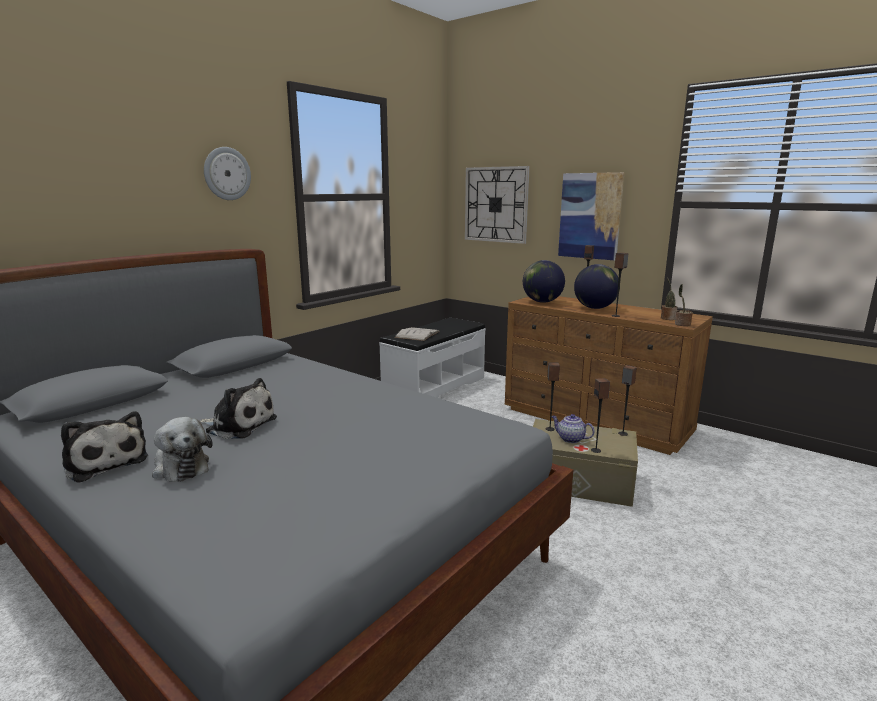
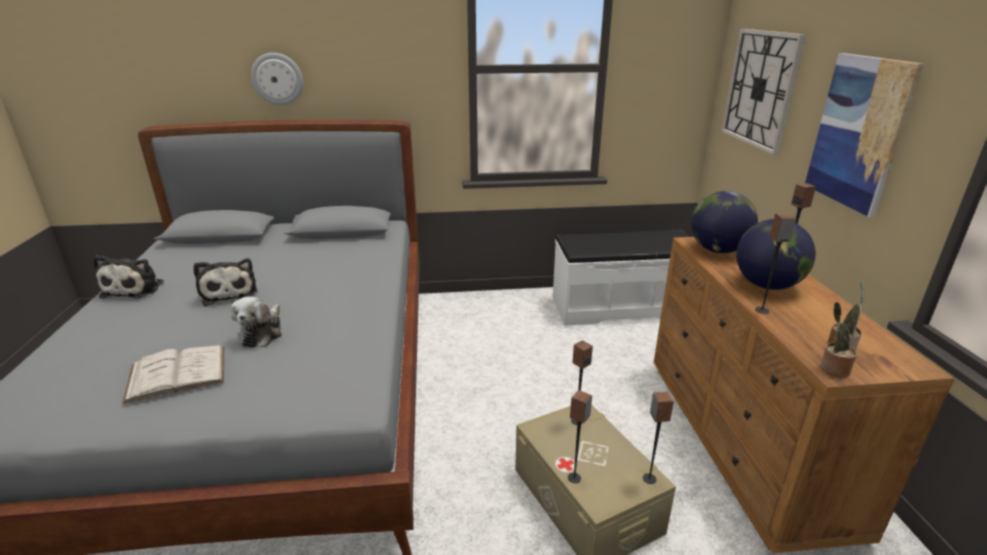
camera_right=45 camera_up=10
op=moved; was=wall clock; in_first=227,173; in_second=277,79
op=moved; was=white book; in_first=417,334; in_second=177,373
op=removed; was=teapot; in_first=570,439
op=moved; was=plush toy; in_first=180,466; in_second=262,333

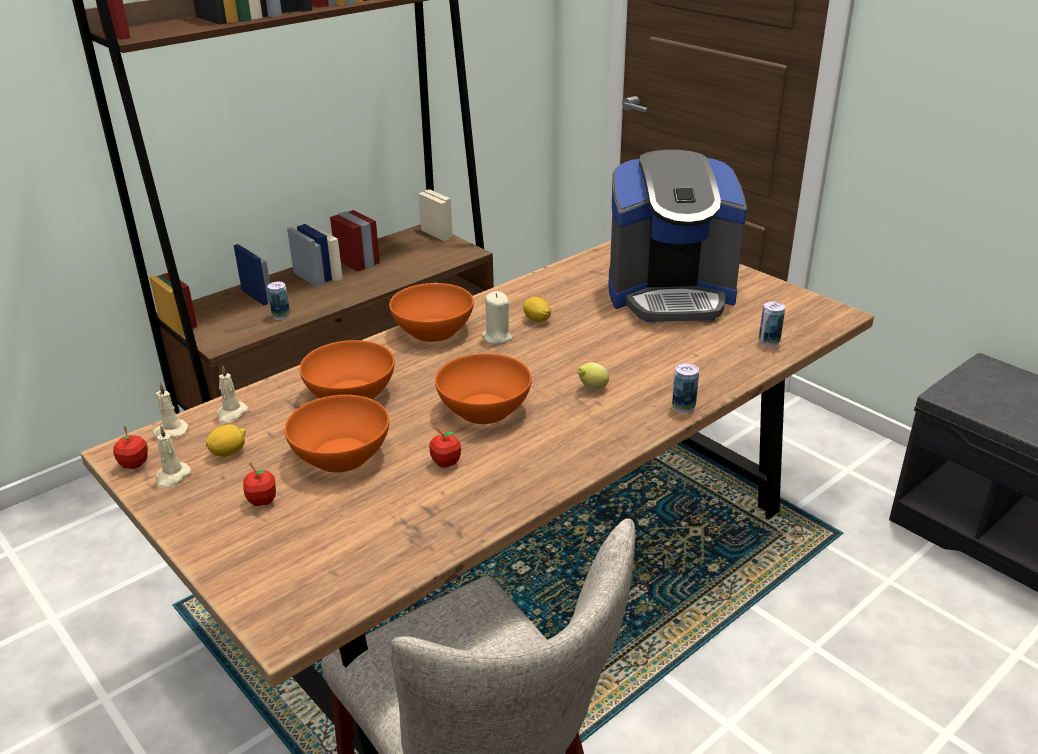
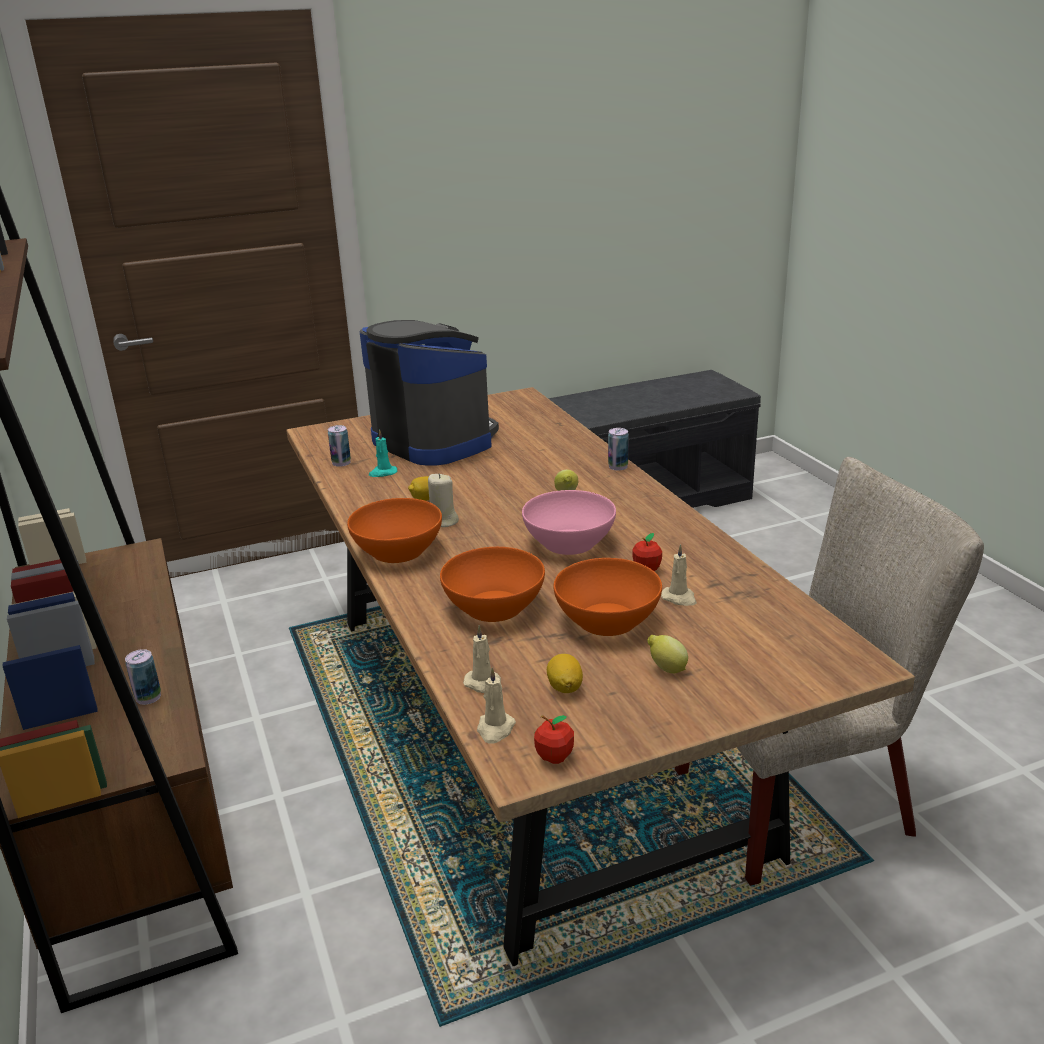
camera_right=-70 camera_up=-5
op=turned; was=coffee machine; in_first=670,295; in_second=434,441; clockwise=-60
op=moved; was=can; in_first=769,342; in_second=341,463
op=recoloured; was=orange bowl; now=pink bowl; in_first=485,409; in_second=569,542
op=moved; was=beige candle; in_first=172,477; in_second=679,598
op=replaced; was=apple; now=lemon; in_first=262,501; in_second=666,669
op=added; now=turquoise candle; in_second=383,473

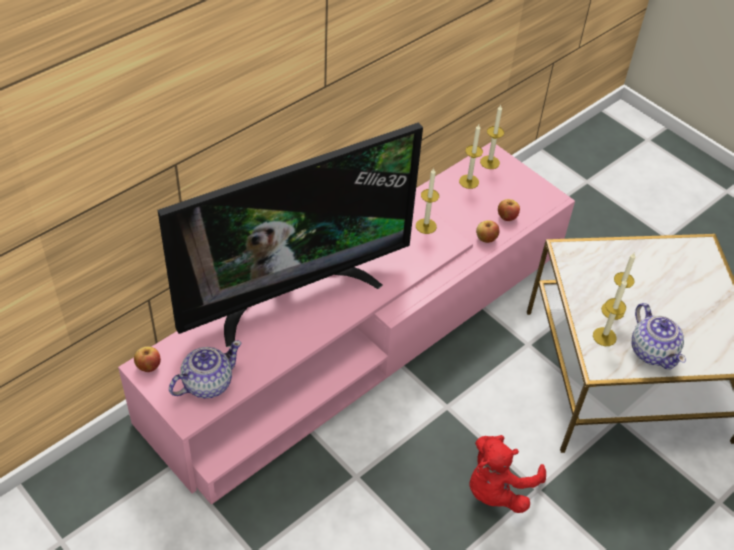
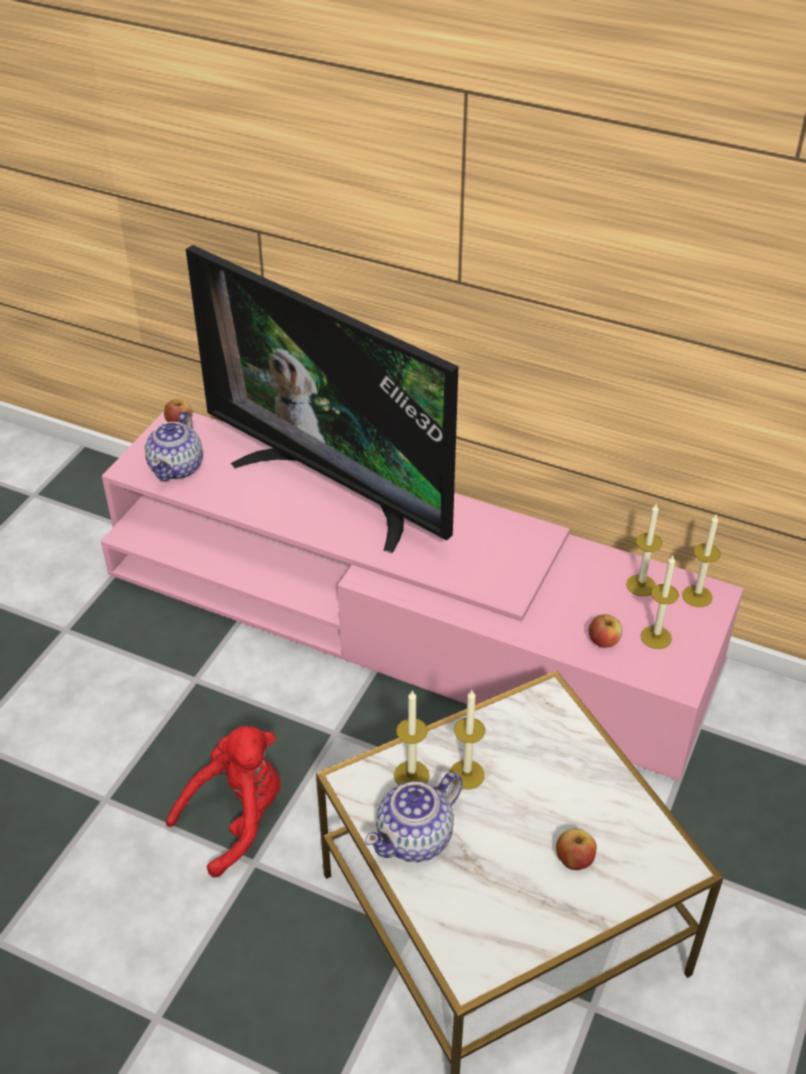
camera_right=70 camera_up=-5
op=moved; was=candle; in_first=426,226; in_second=656,637
op=moved; was=apple; in_first=486,238; in_second=574,859
op=turned; was=teapot; in_first=206,383; in_second=177,467; clockwise=75
op=turned; was=red plush toy; in_first=497,488; in_second=237,818; clockwise=120

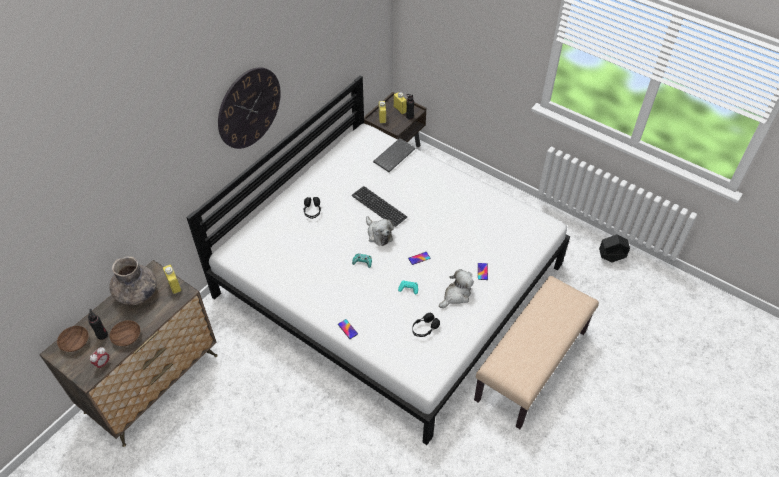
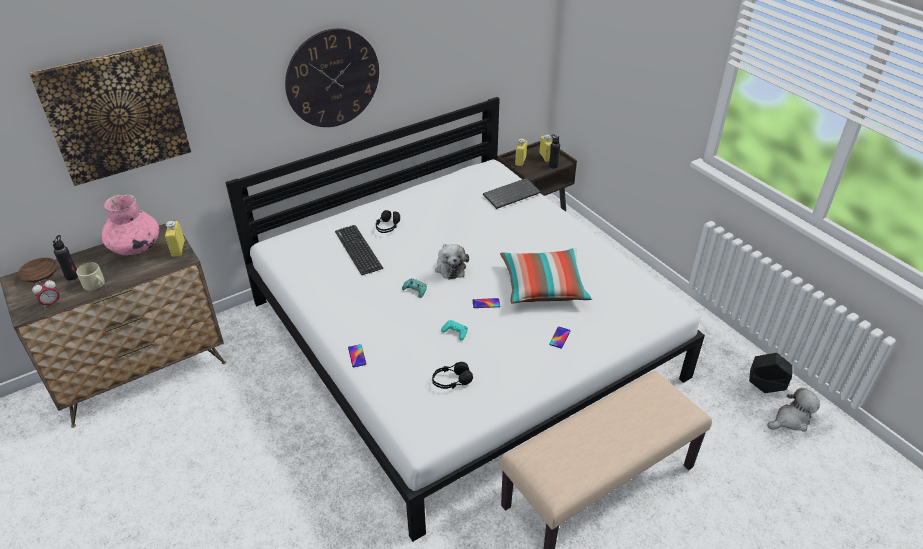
camera_right=20 camera_up=-10
op=moved; was=keyboard; in_first=379,206; in_second=358,250
op=recoloured; was=grey vase; now=pink vase; in_first=136,293; in_second=135,246
op=moved; was=plush toy; in_first=456,295; in_second=791,420
op=replaced; was=brown bowl; now=beige mug; in_first=127,336; in_second=95,284
op=added; now=picture; in_second=115,114
op=added; now=pillow; in_second=543,286

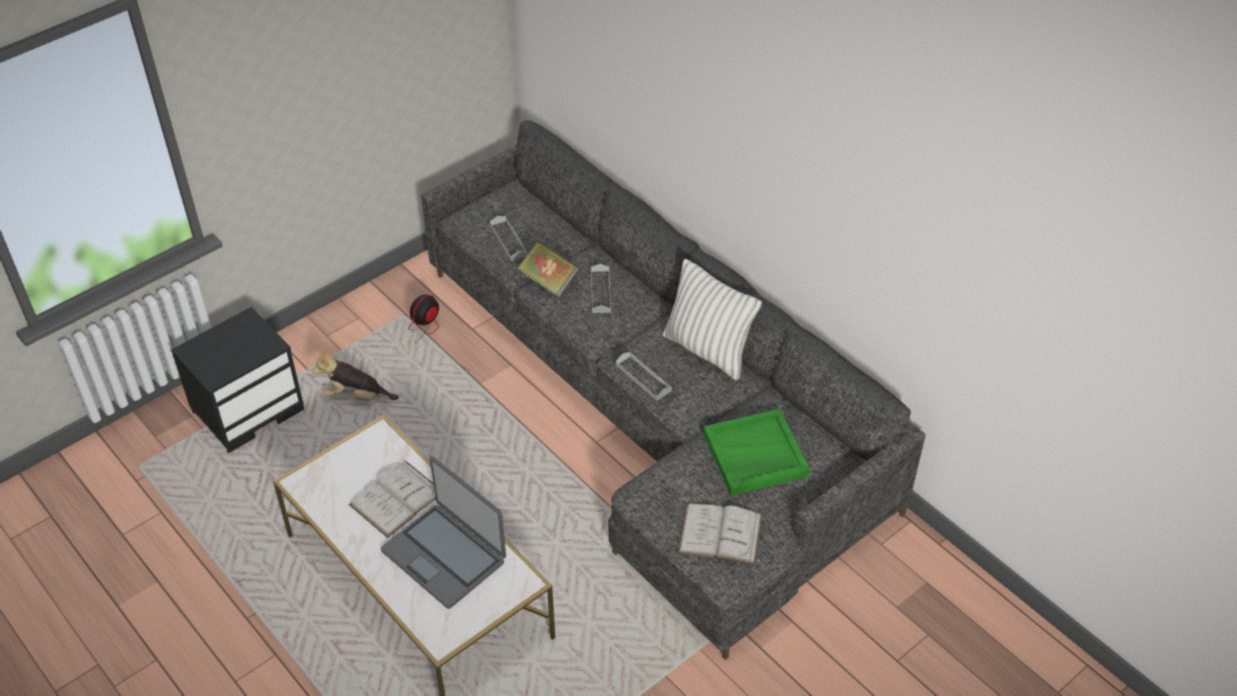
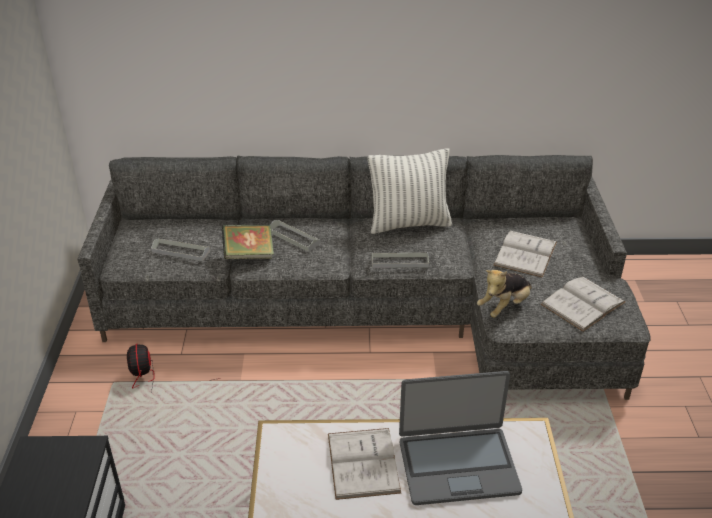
camera_right=-50 camera_up=-10
op=moved; was=plush toy; in_first=356,396; in_second=504,306
op=replaced; was=green tray; now=white book; in_first=754,455; in_second=525,253

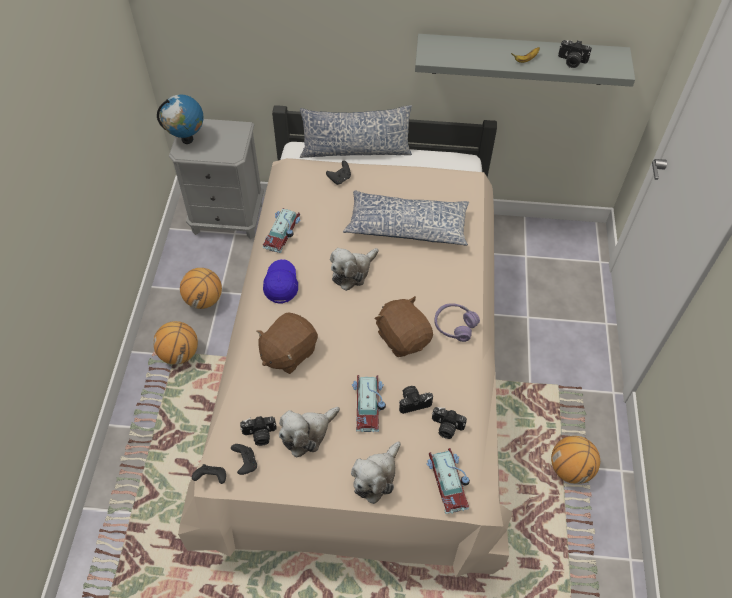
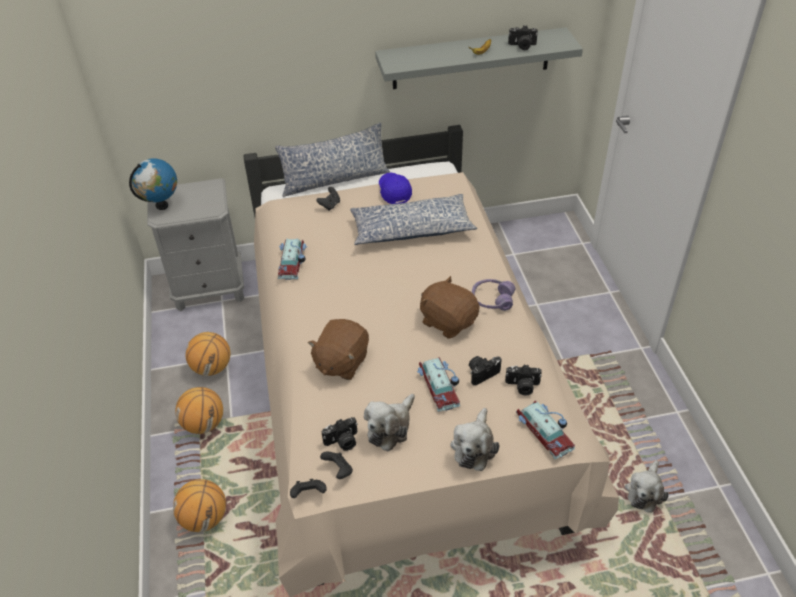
camera_right=-15 camera_up=-10
op=moved; was=plush toy; in_first=352,272; in_second=645,491
op=moved; was=blue cap; in_first=281,285; in_second=394,192
op=moved; was=basketball; in_first=570,469; in_second=204,518

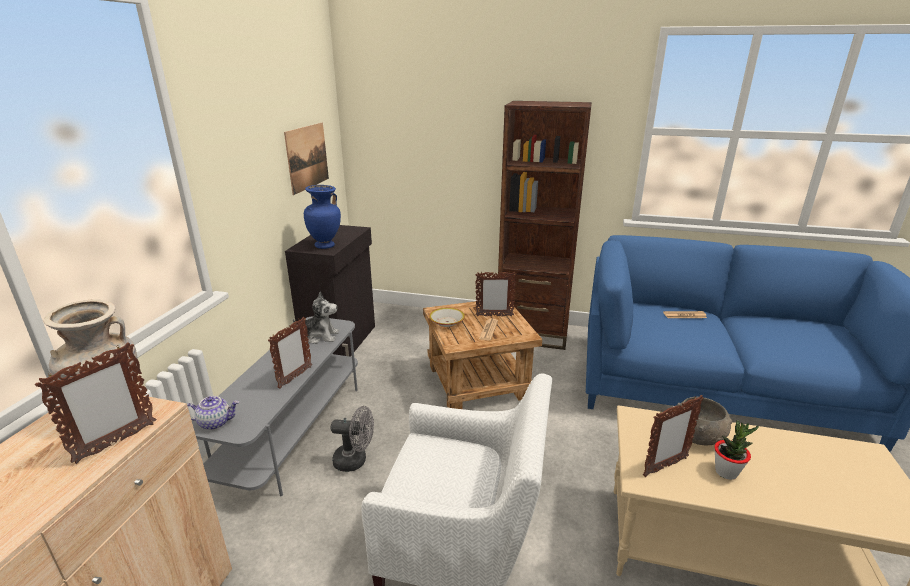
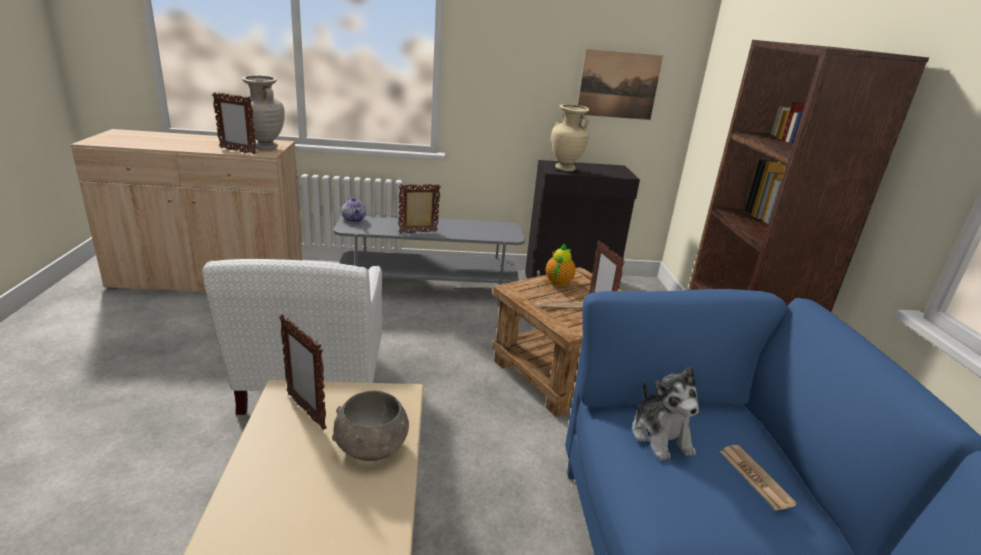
camera_right=70 camera_up=0
op=recoloured; was=blue vase; now=beige vase; in_first=325,246; in_second=565,169
op=moved; was=plush toy; in_first=320,336; in_second=660,436
op=replaced; was=bowl; now=teapot; in_first=447,322; in_second=559,281
op=turned; was=picture frame; in_first=295,377; in_second=418,232; clockwise=150
op=removed; was=grey fan; in_first=355,460
op=removed; was=potted plant; in_first=726,472

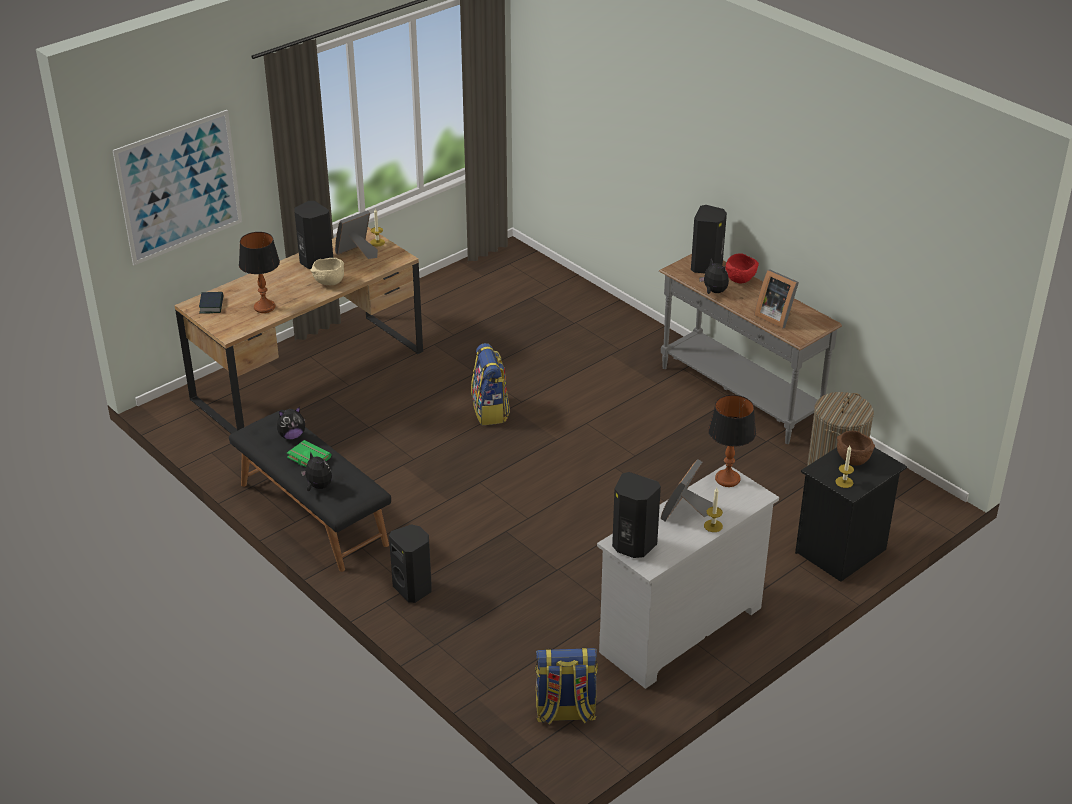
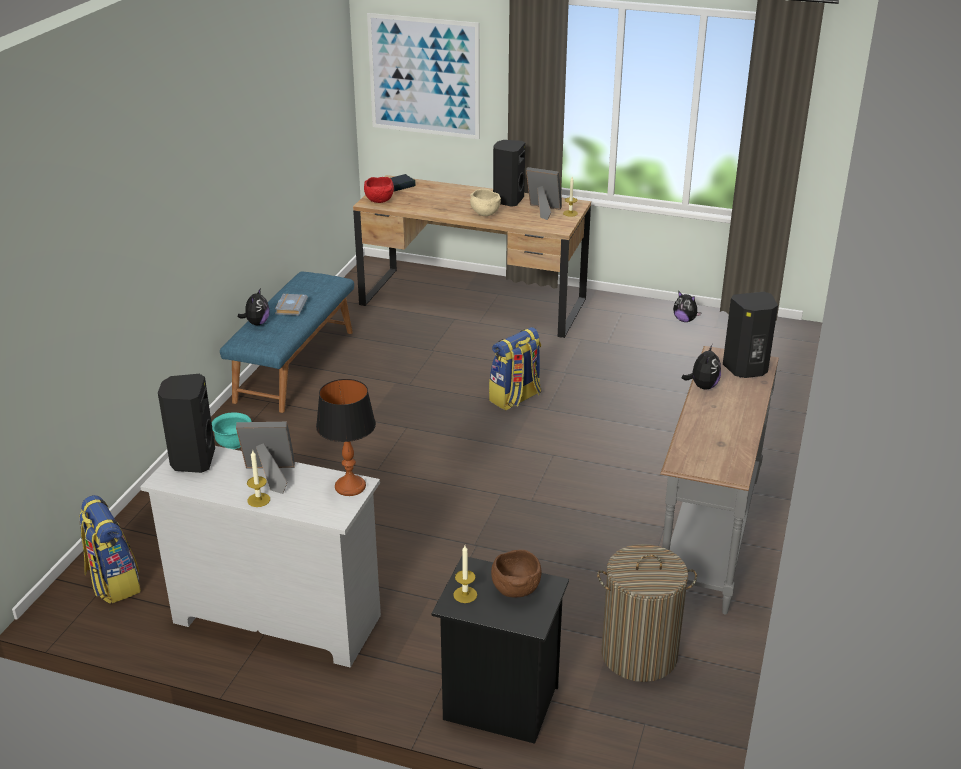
camera_right=60 camera_up=-5
op=removed; was=table lamp; in_first=264,307
op=moved; was=red bowl; in_first=740,279; in_second=380,201
op=removed; was=picture frame; in_first=775,316
op=moved; was=plush toy; in_first=292,436; in_second=685,320
op=recoloured; was=black bench; now=blue bench; in_first=312,514; in_second=294,365
op=recoloured; was=green book; now=grey book; in_first=307,458; in_second=290,307
op=replaced; was=black speaker; now=turquoise bowl; in_first=414,589; in_second=233,444

